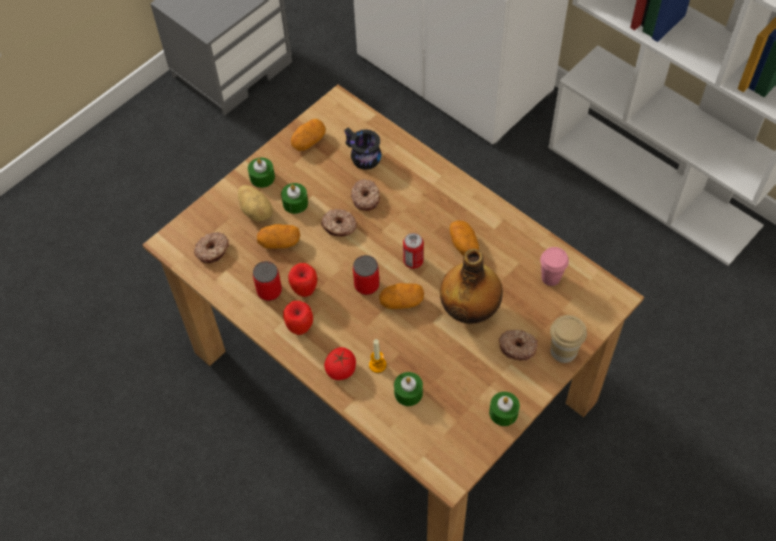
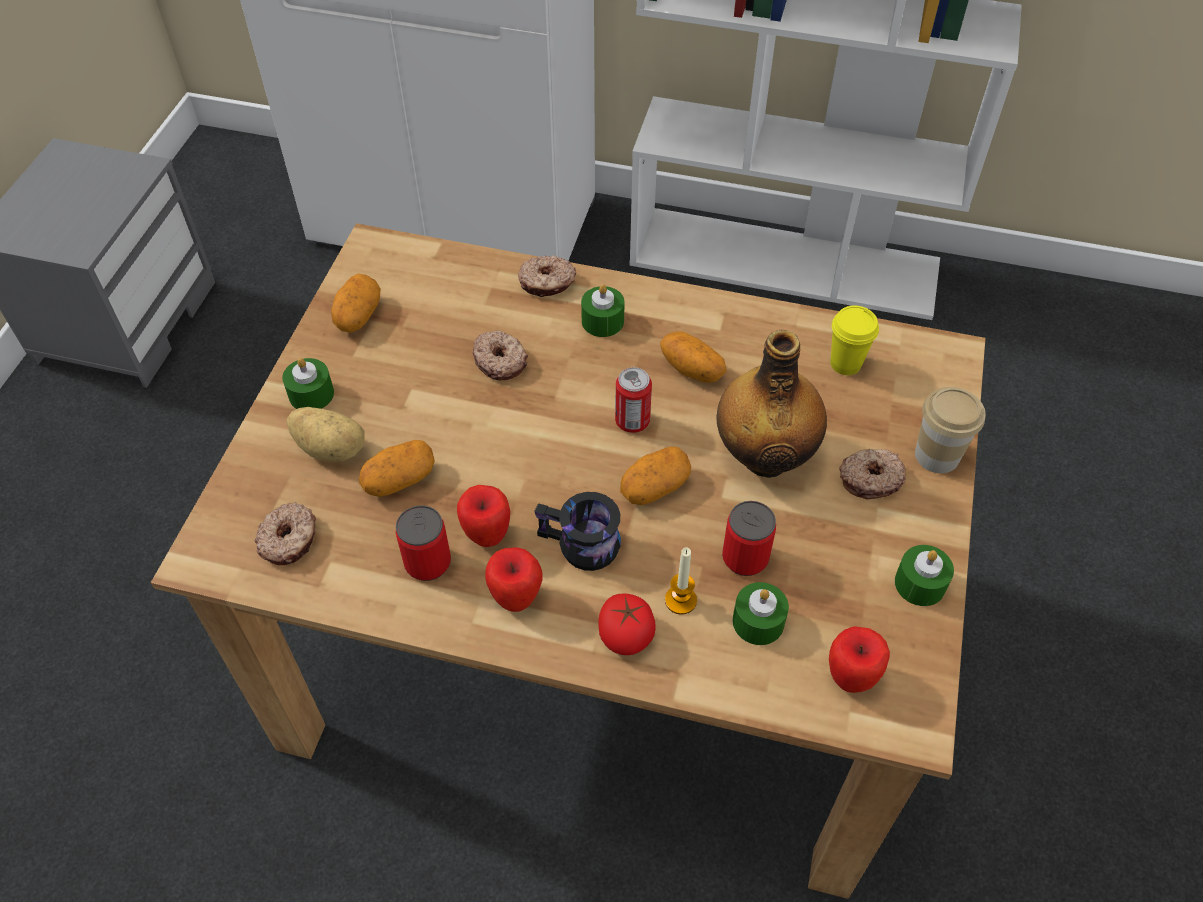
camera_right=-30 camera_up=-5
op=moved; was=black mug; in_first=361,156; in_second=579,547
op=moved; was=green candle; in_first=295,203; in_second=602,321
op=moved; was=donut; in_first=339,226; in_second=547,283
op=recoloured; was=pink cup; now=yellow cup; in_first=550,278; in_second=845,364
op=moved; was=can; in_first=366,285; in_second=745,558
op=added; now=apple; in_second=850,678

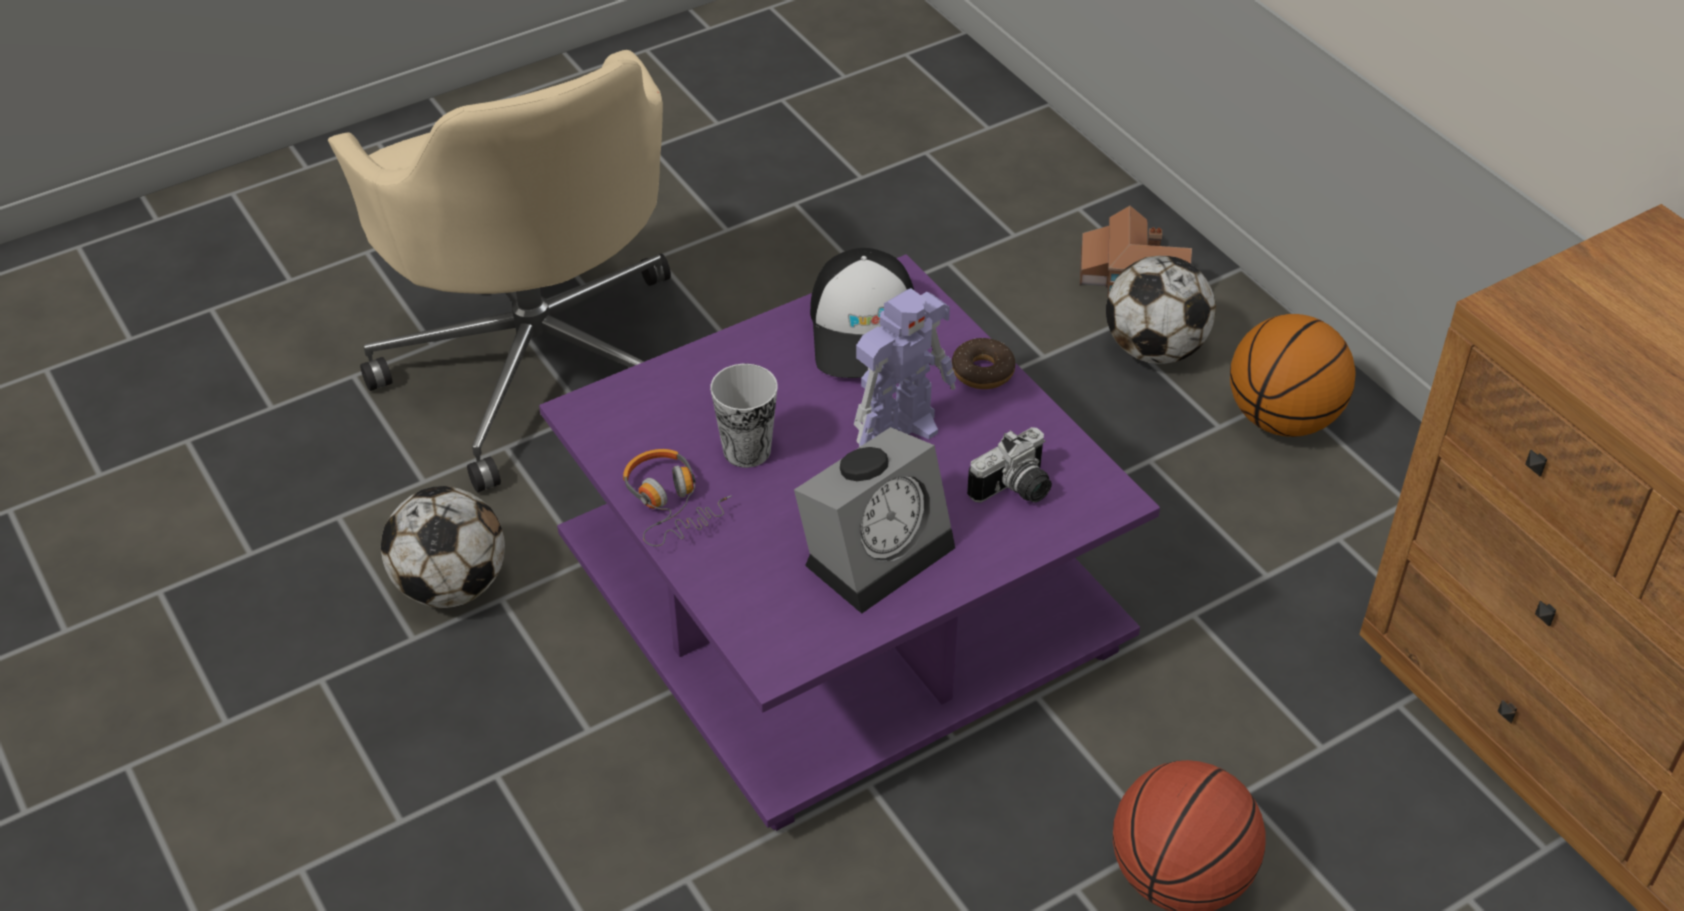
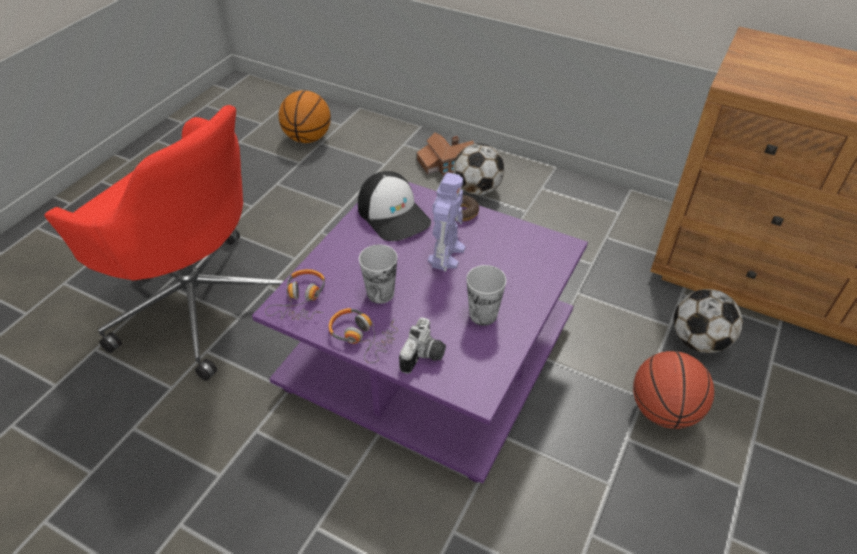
camera_right=-30 camera_up=0
op=recoloured; was=beige office chair; now=red office chair; in_first=540,363; in_second=198,302
op=moved; was=basketball; in_first=1283,418; in_second=308,138
op=replaced; was=alarm clock; now=cup; in_first=878,550; in_second=483,315
op=moved; was=photo camera; in_first=1016,490; in_second=424,357
op=moved; was=football; in_first=451,586; in_second=698,341
op=added; now=headphones; in_second=301,300

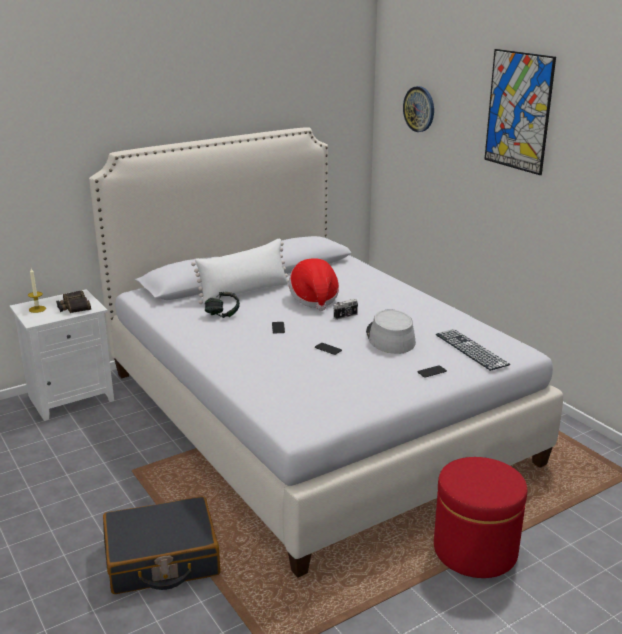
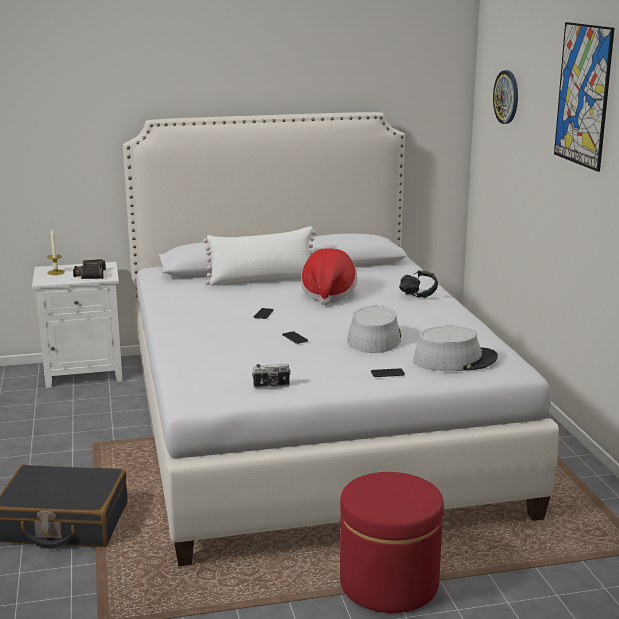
camera_right=20 camera_up=-5
op=moved; was=headphones; in_first=222,315; in_second=418,296
op=moved; was=photo camera; in_first=346,316; in_second=271,386
op=replaced; was=keyboard; now=grey hat; in_first=471,349; in_second=454,360

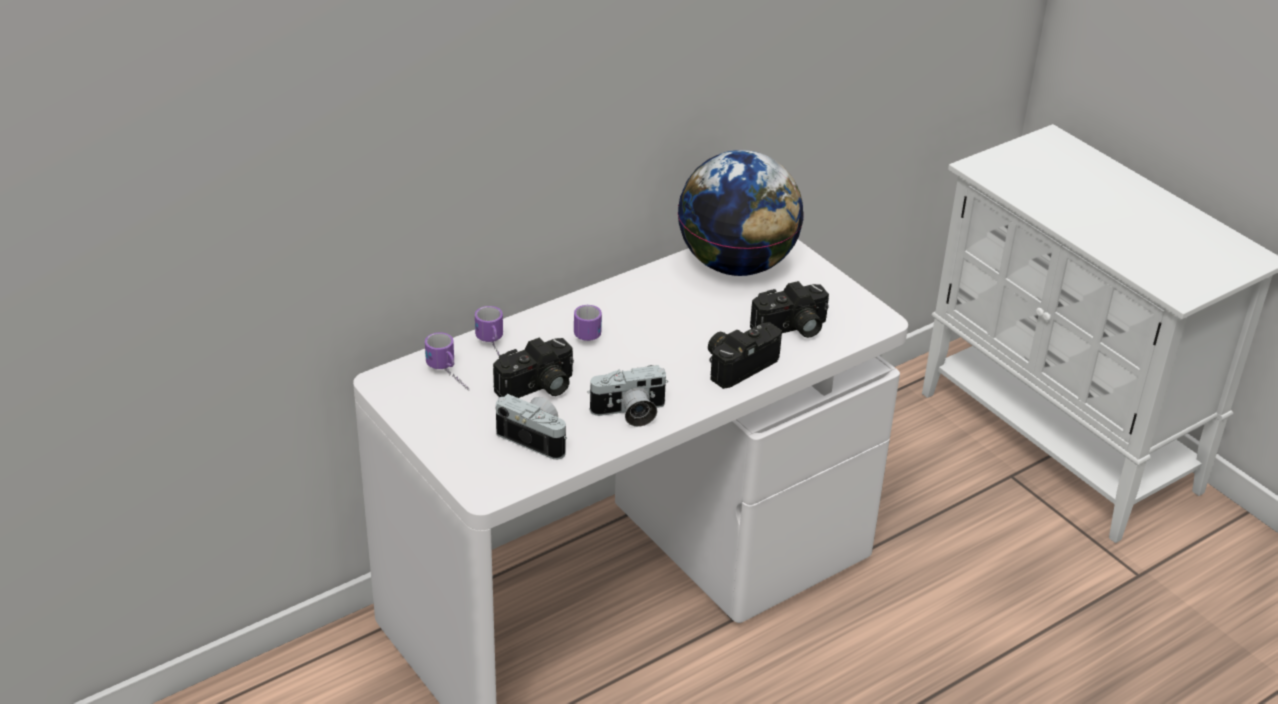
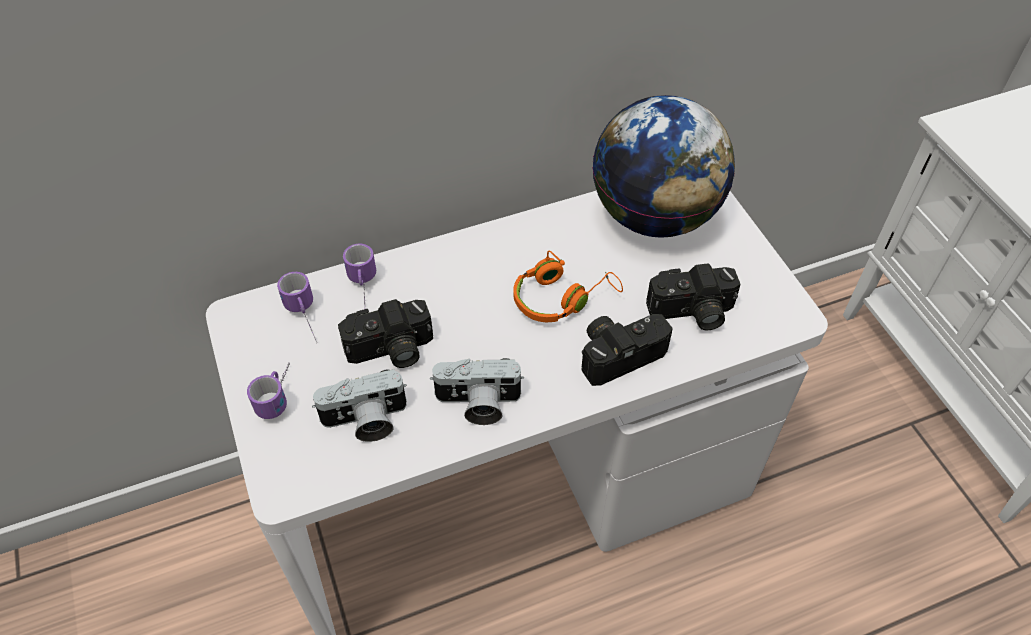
camera_right=15 camera_up=15
op=moved; was=mug; in_first=586,330; in_second=279,394
op=turned; was=photo camera; in_first=536,437; in_second=365,421; clockwise=120
op=added; now=orange headphones; in_second=561,298

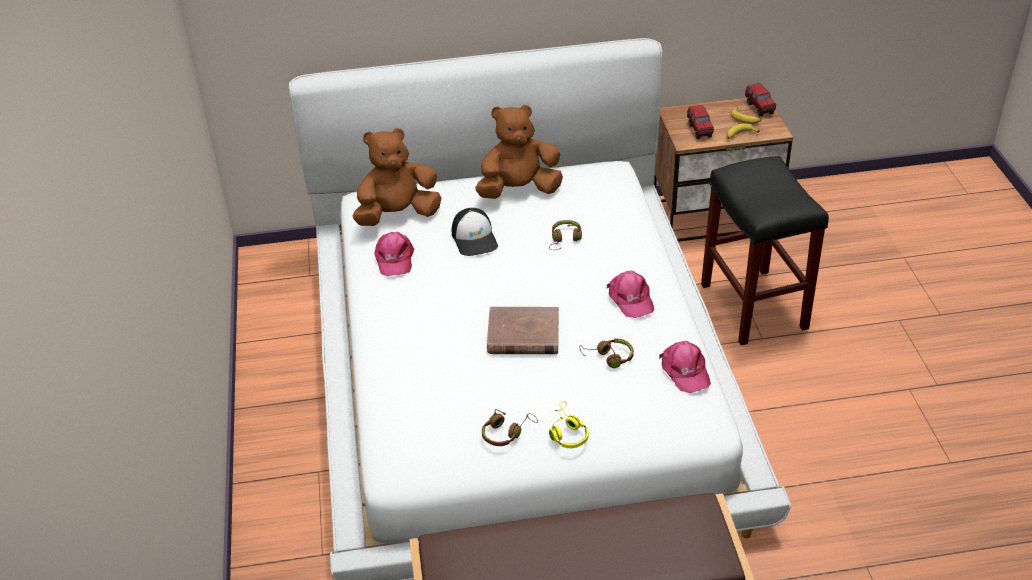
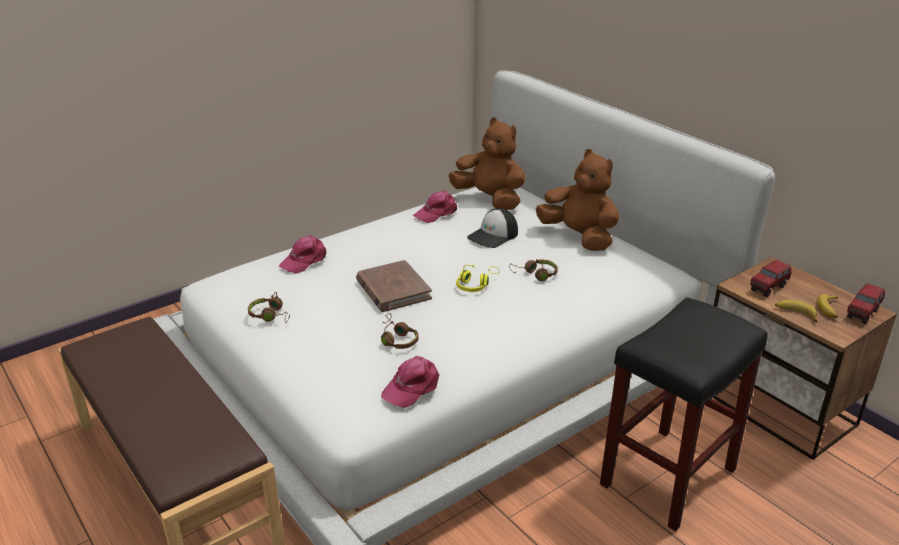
camera_right=60 camera_up=-10
op=moved; was=pink cap; in_first=630,299; in_second=304,260
op=moved; was=yellow headphones; in_first=567,432; in_second=475,284

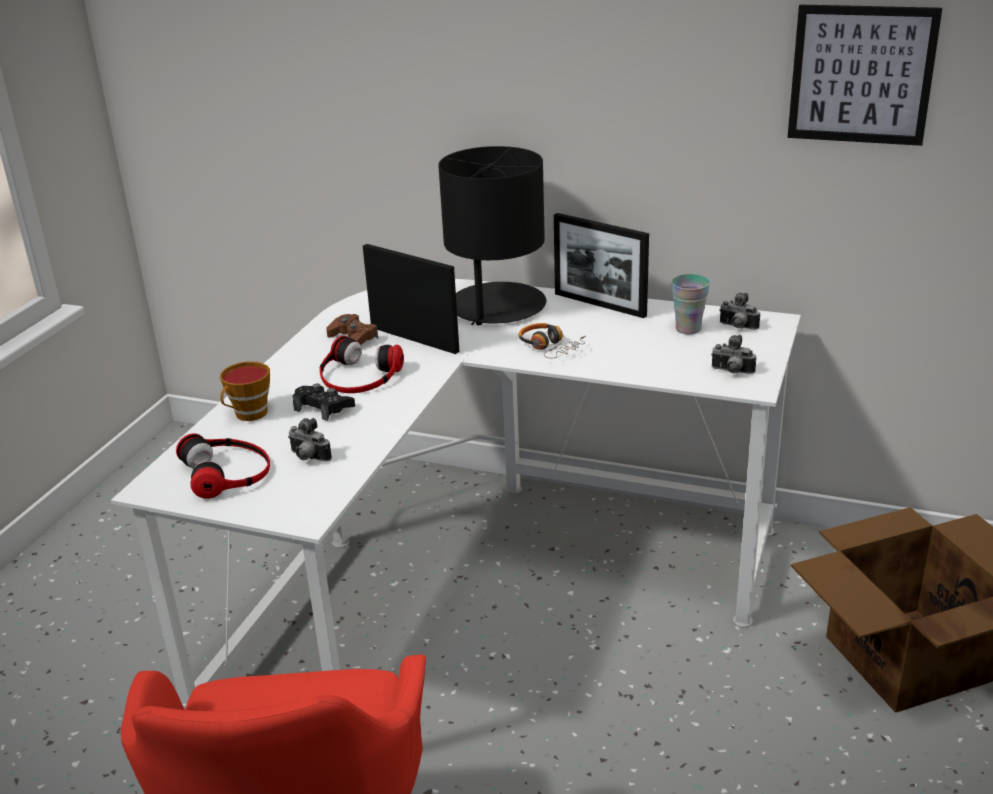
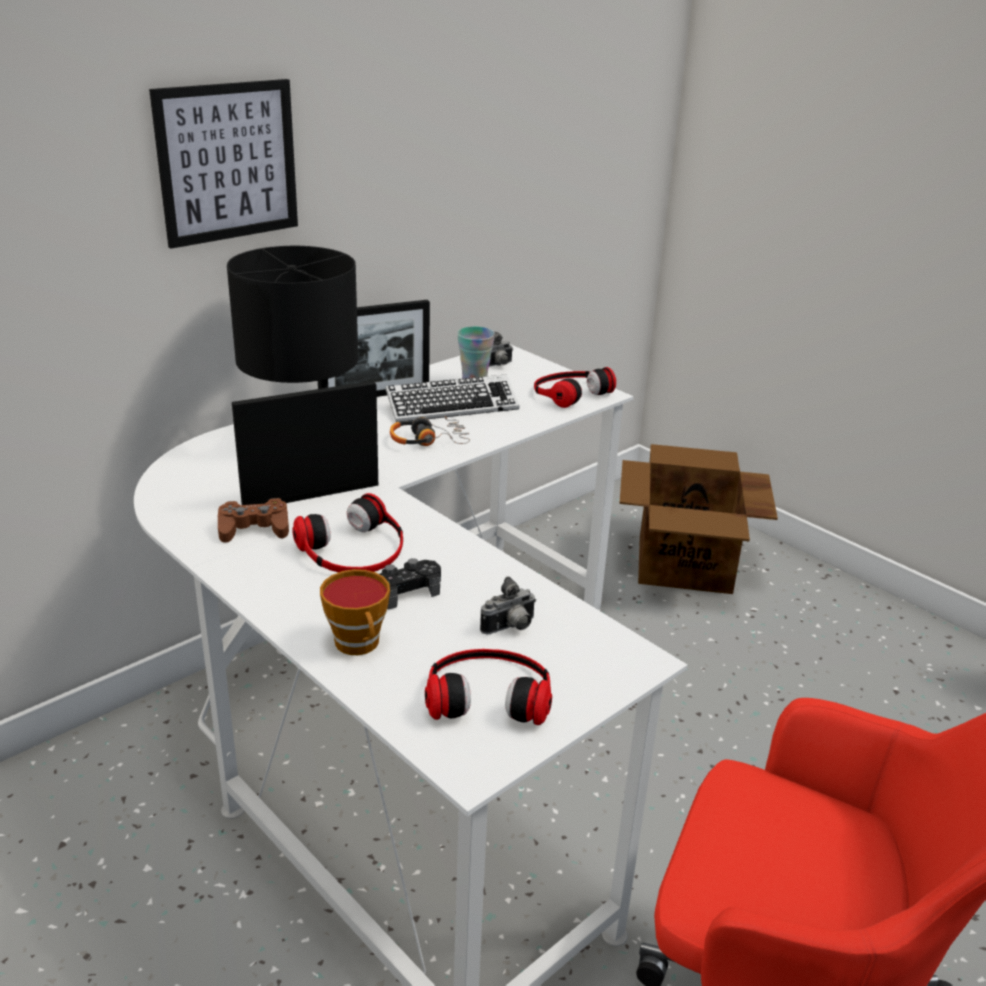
camera_right=-65 camera_up=0
op=moved; was=picture; in_first=861,75; in_second=227,162
op=replaced; was=photo camera; now=headphones; in_first=732,372; in_second=569,392
op=added; now=keyboard; in_second=452,406

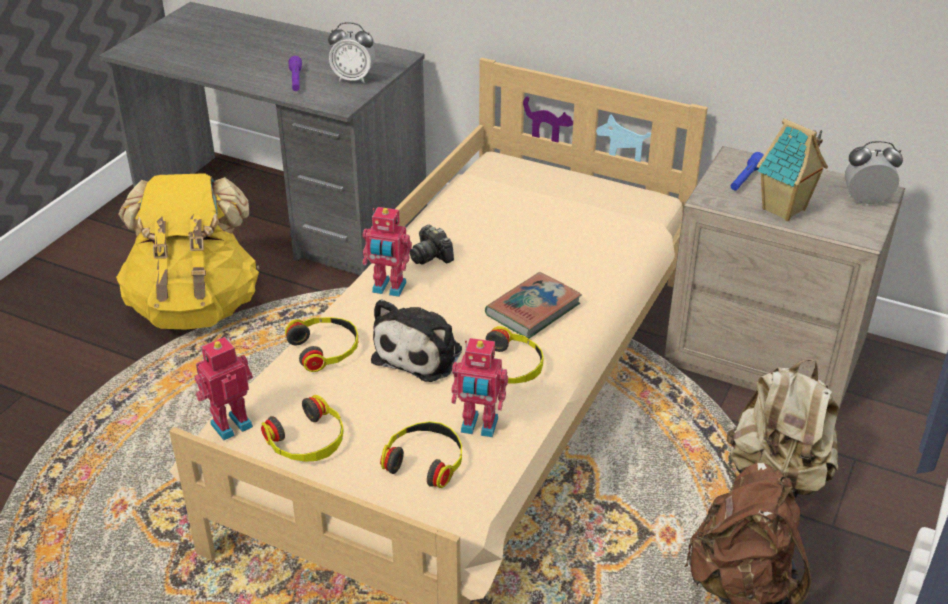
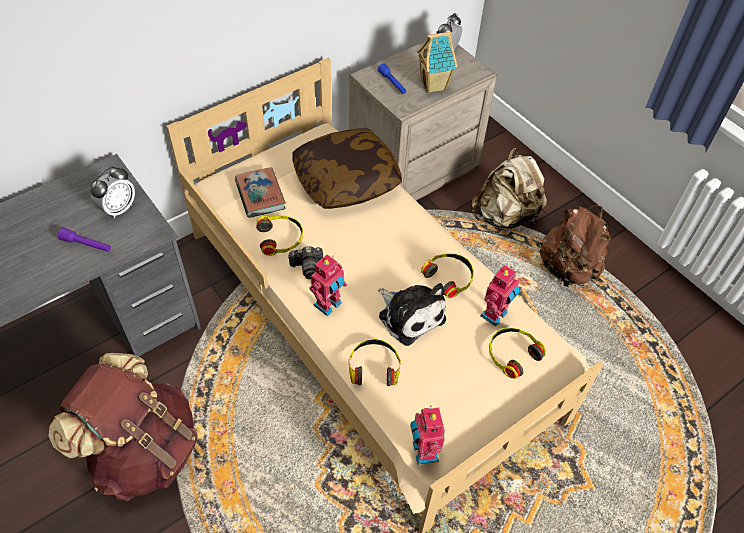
camera_right=-65 camera_up=15
op=recoloured; was=yellow backpack; now=brown backpack; in_first=196,306; in_second=144,451
op=moved; was=book; in_first=533,310; in_second=260,195
op=moved; was=headphones; in_first=307,441; in_second=281,238
op=added; now=pillow; in_second=346,181

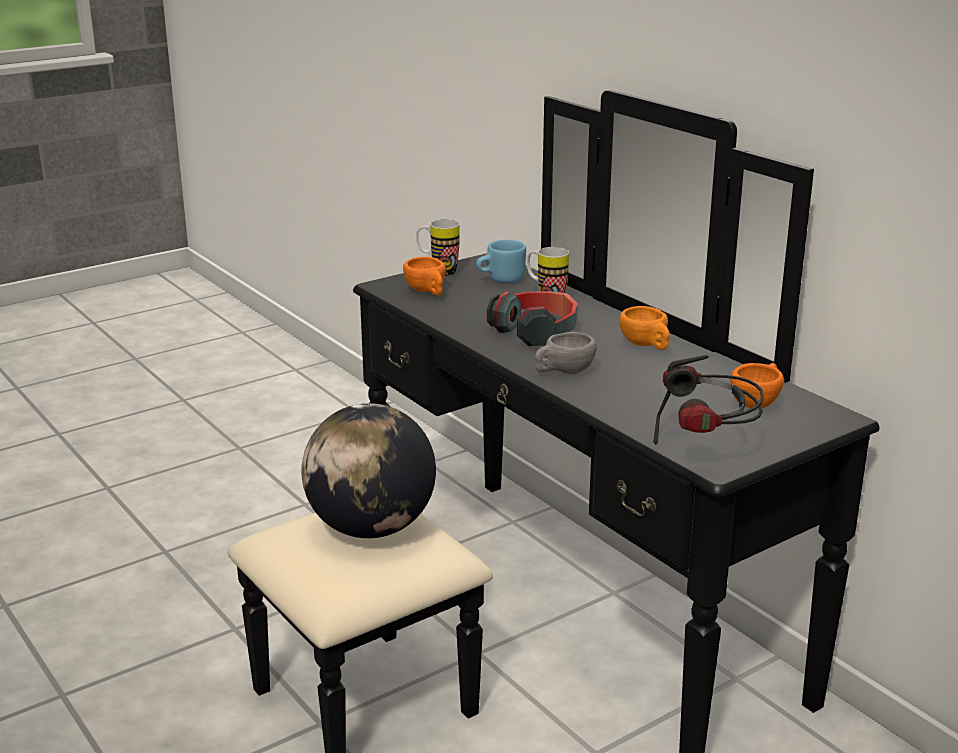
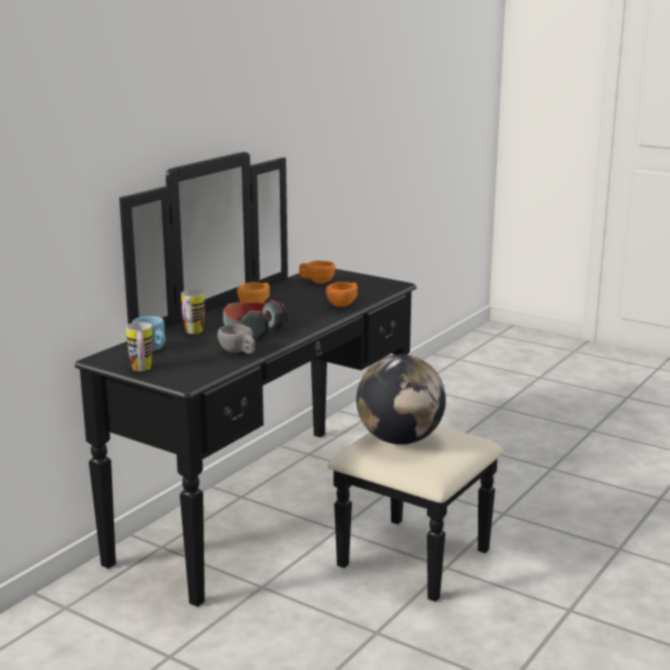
camera_right=-110 camera_up=-5
op=moved; was=orange cup; in_first=428,292; in_second=344,304
op=moved; was=grey cup; in_first=563,372; in_second=239,352
op=removed; was=headphones; in_first=706,452

